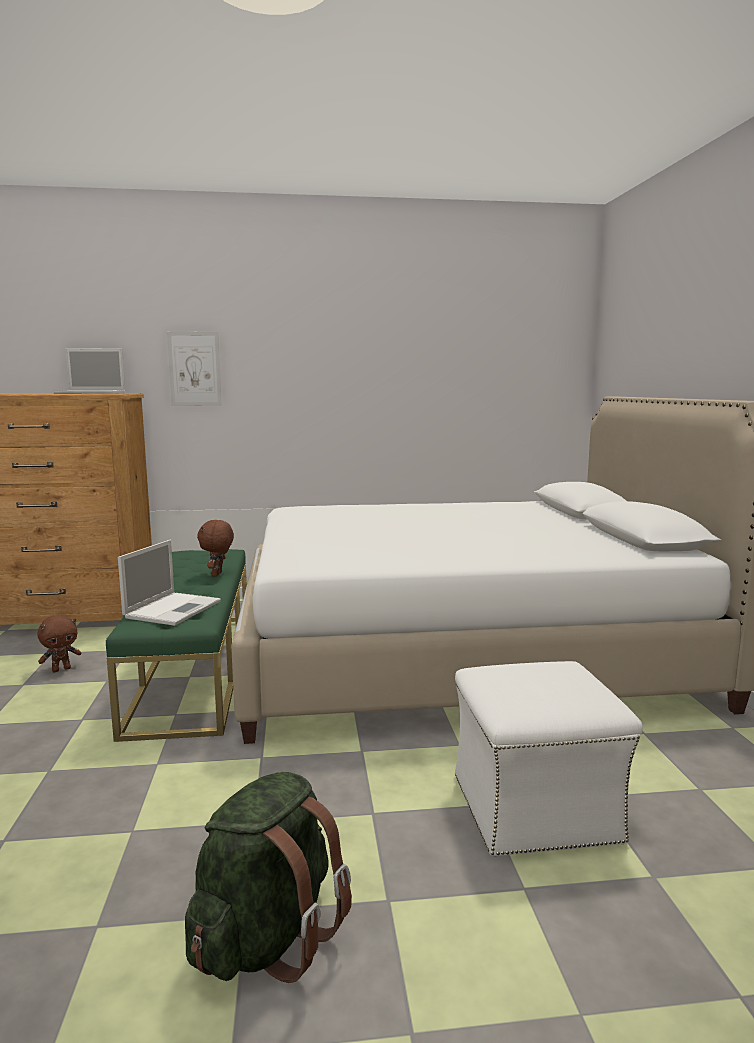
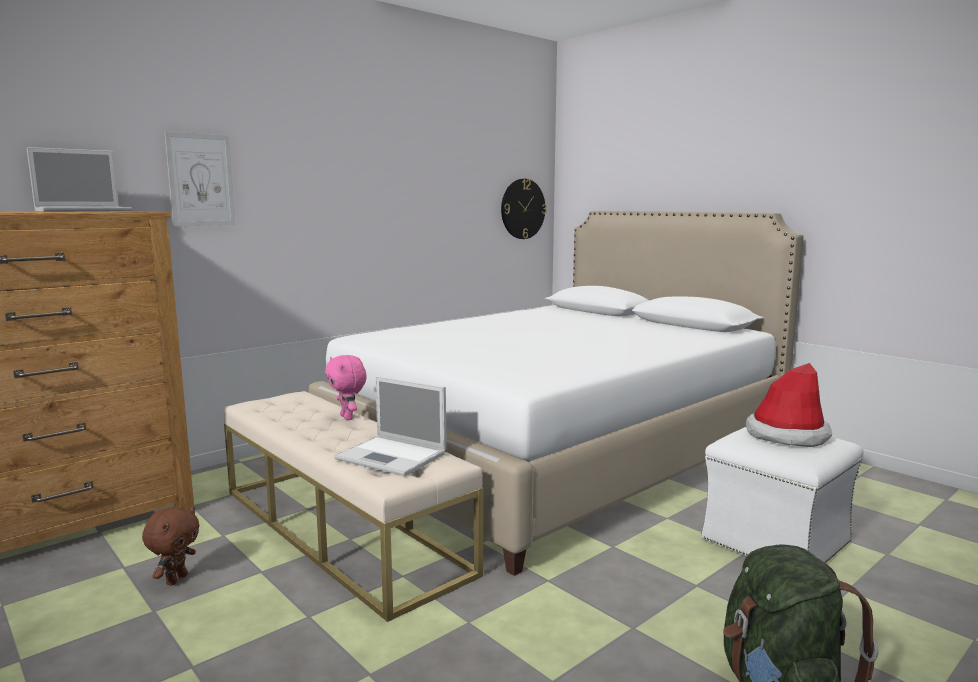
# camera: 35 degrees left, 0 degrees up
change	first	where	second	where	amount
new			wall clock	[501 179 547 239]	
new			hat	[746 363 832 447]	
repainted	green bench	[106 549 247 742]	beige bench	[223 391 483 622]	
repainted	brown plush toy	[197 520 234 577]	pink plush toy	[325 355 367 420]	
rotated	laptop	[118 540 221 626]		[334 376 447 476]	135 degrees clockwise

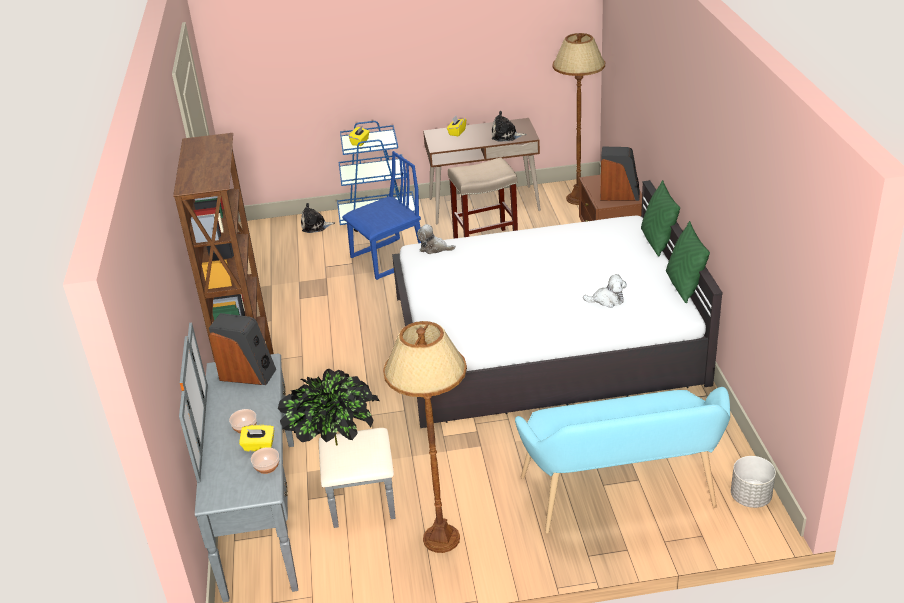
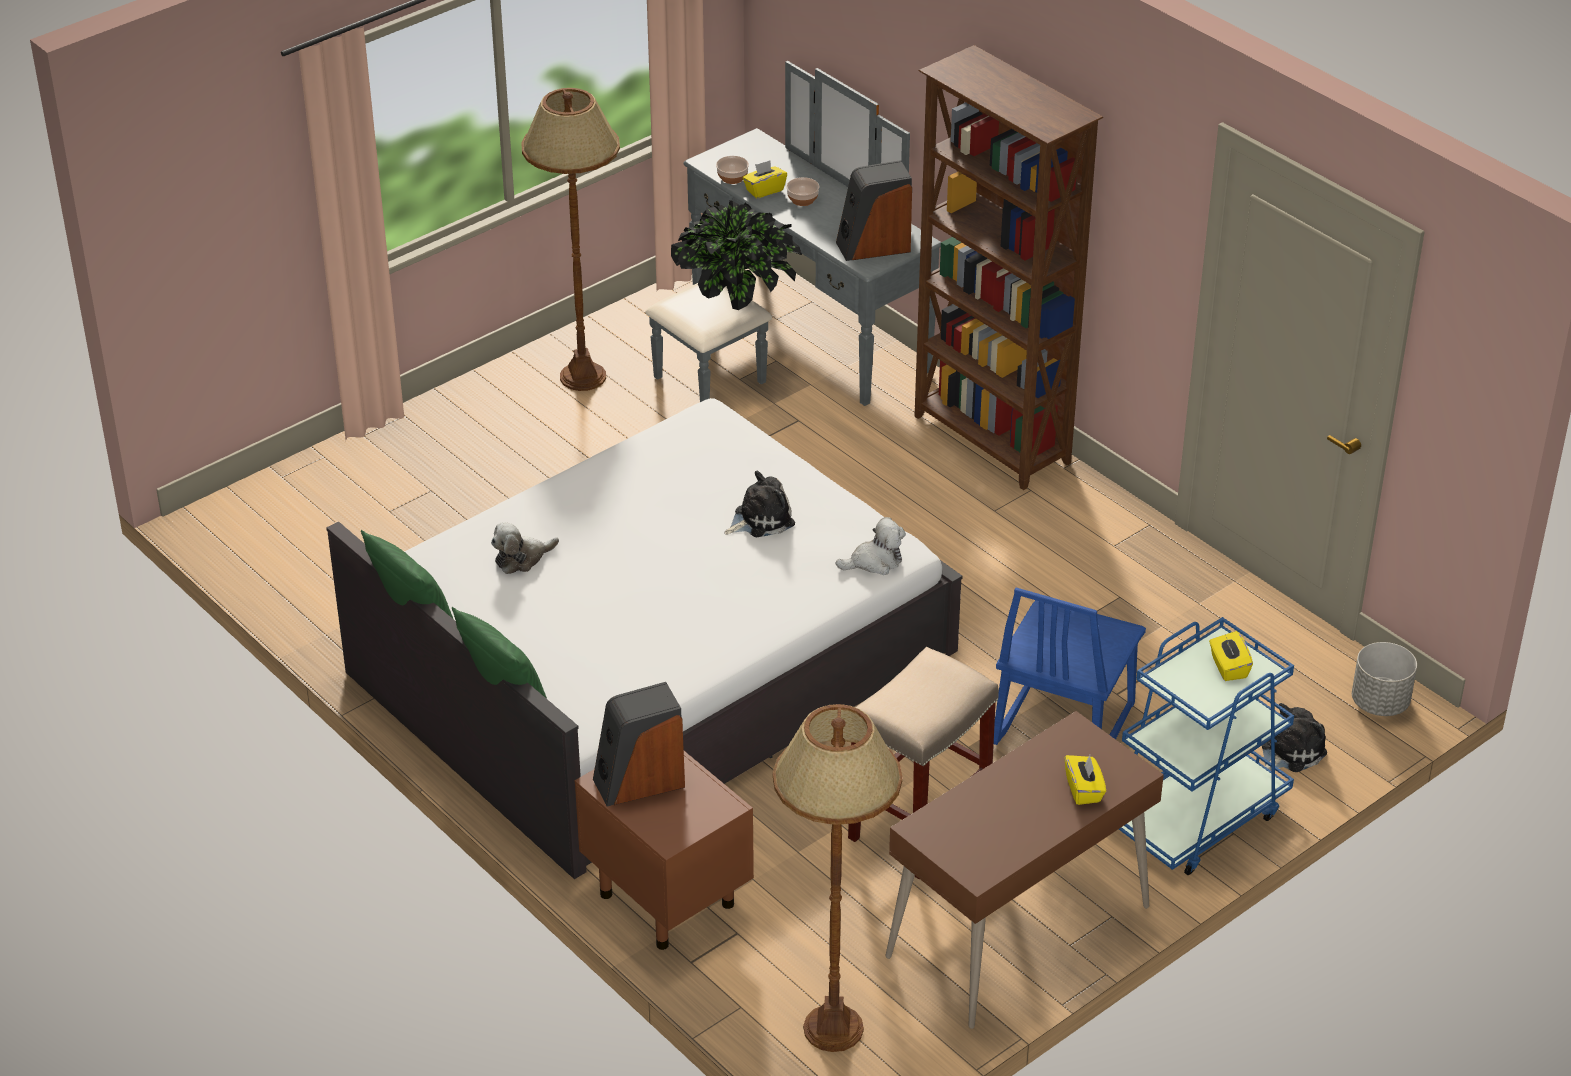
# camera: 145 degrees right, 5 degrees up
change	first	where	second	where	amount
gone	turquoise bench	[515 387 730 534]			
shifted	plush toy	[492 111 527 141]		[725 471 795 537]	
shifted	grey planter	[731 456 776 508]		[1352 642 1417 716]	

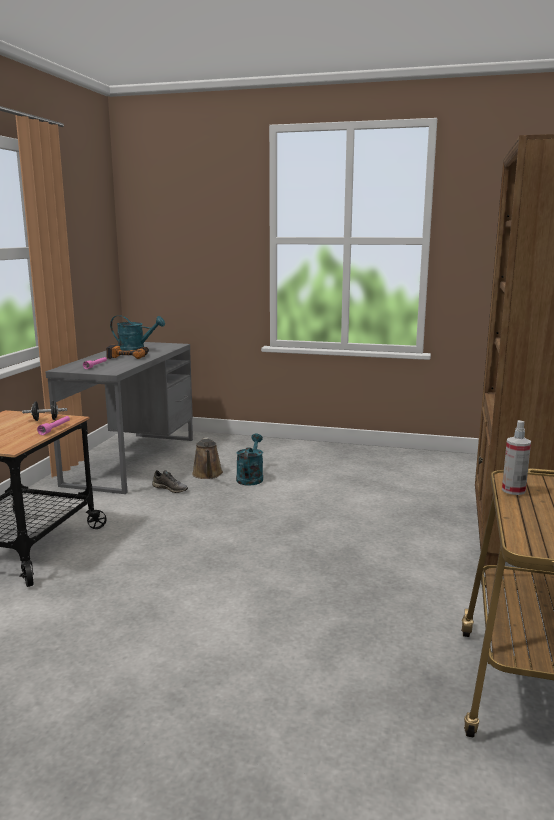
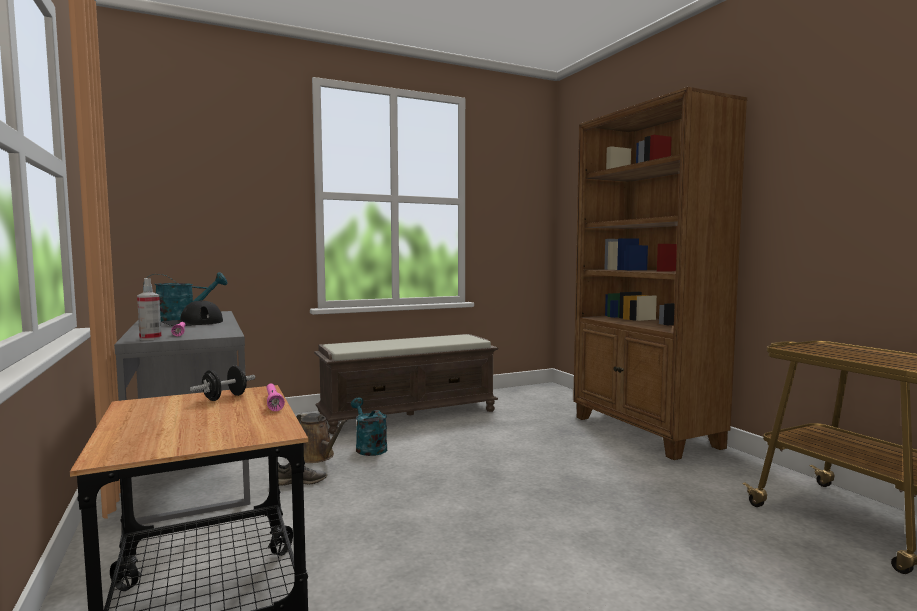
# camera: 40 degrees left, 10 degrees down
change	first	where	second	where	amount
new			brown bench	[314 334 499 434]	
shifted	spray bottle	[502 420 531 495]		[137 278 162 341]	
swapped	power drill	[106 345 149 359]	black cap	[161 300 223 326]	

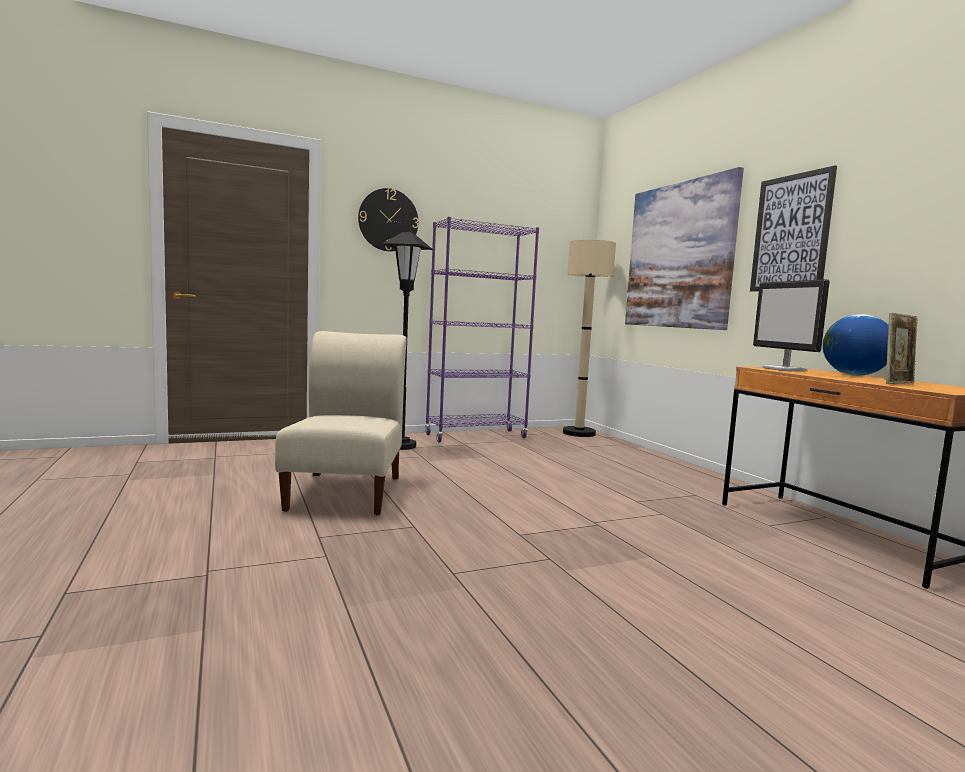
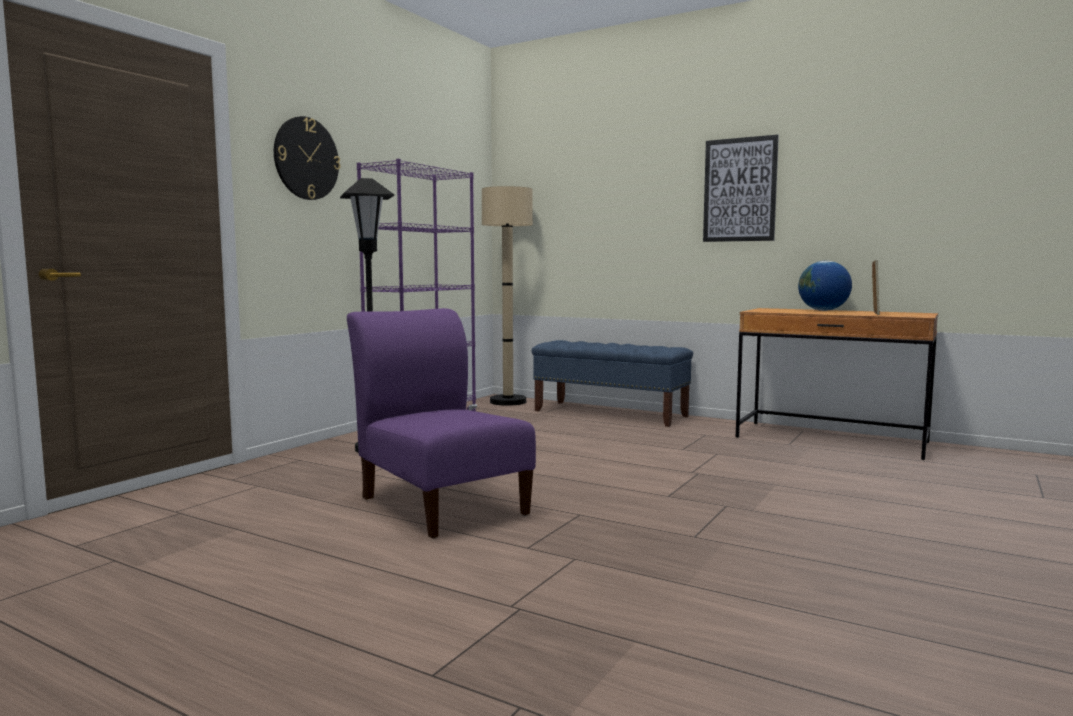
# camera: 35 degrees left, 0 degrees up
change	first	where	second	where	amount
gone	picture	[625 167 744 330]			
gone	monitor	[753 279 830 372]			
new			blue bench	[532 340 693 427]	
repainted	beige chair	[275 331 407 515]	purple chair	[347 308 536 538]	

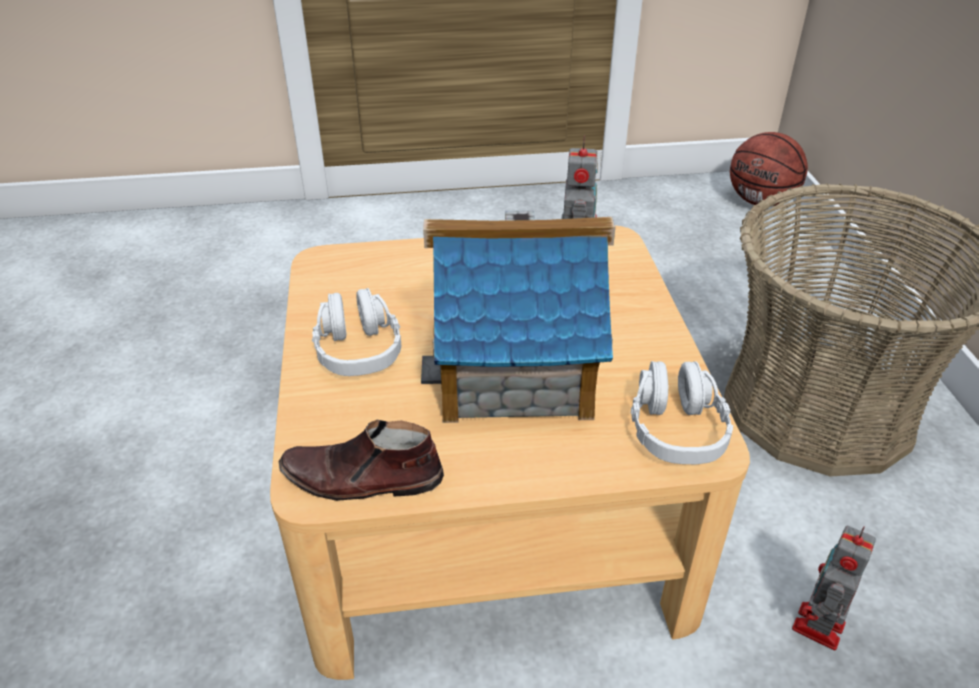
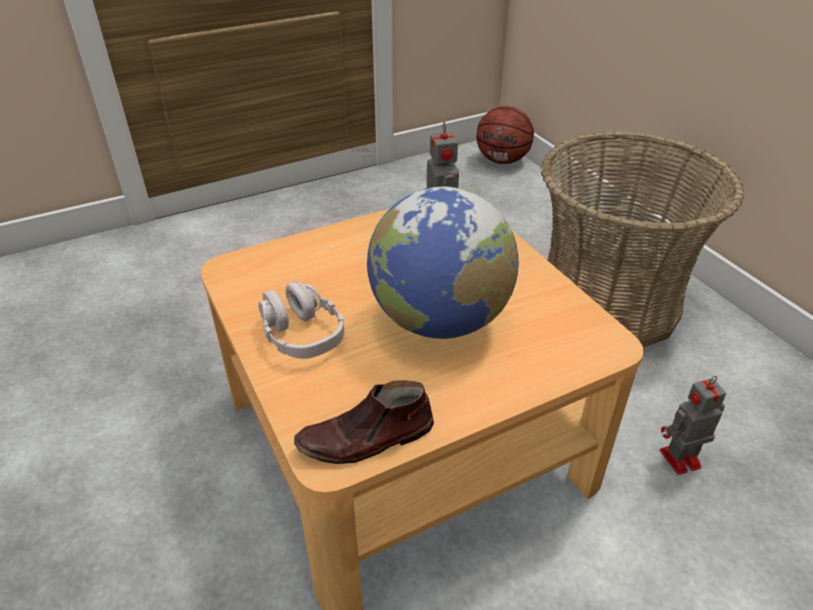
# camera: 20 degrees left, 0 degrees up
change	first	where	second	where	amount
gone	grey headphones	[631 361 733 464]			
swapped	toy house	[421 210 615 423]	globe	[367 186 519 339]	
rotated	toy robot	[792 526 876 650]		[660 376 726 475]	60 degrees clockwise

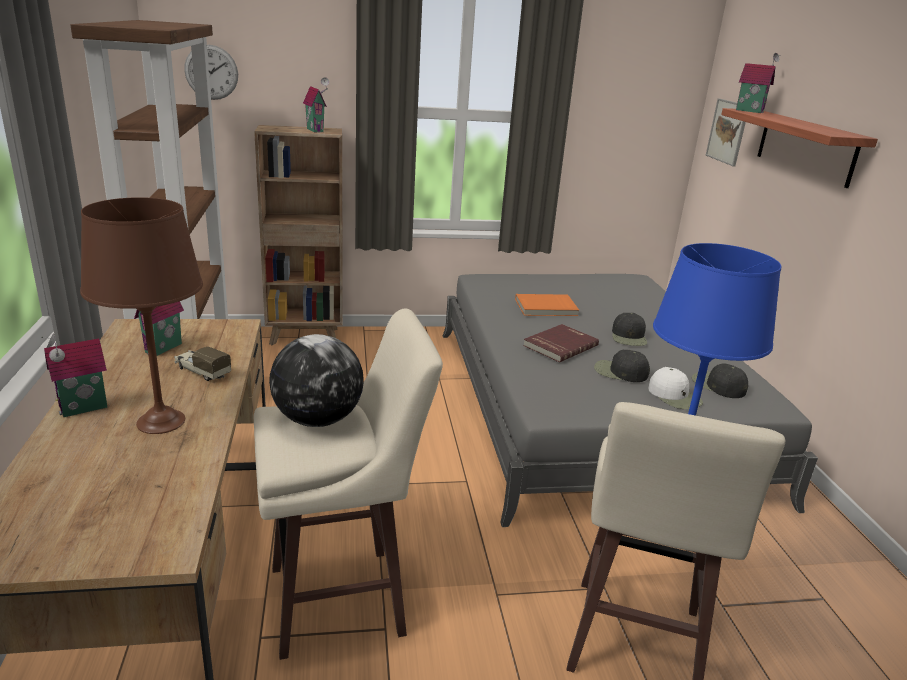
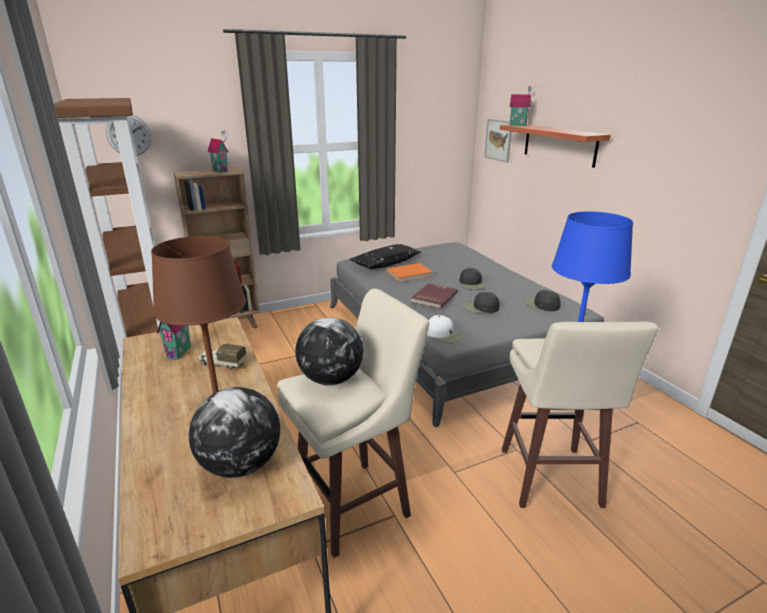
# camera: 15 degrees left, 0 degrees up
change	first	where	second	where	amount
gone	toy house	[41 333 107 417]			
new			globe	[189 387 280 478]	
new			black pillow	[349 244 421 269]	
shifted	white cap	[648 367 703 409]		[427 315 464 343]	

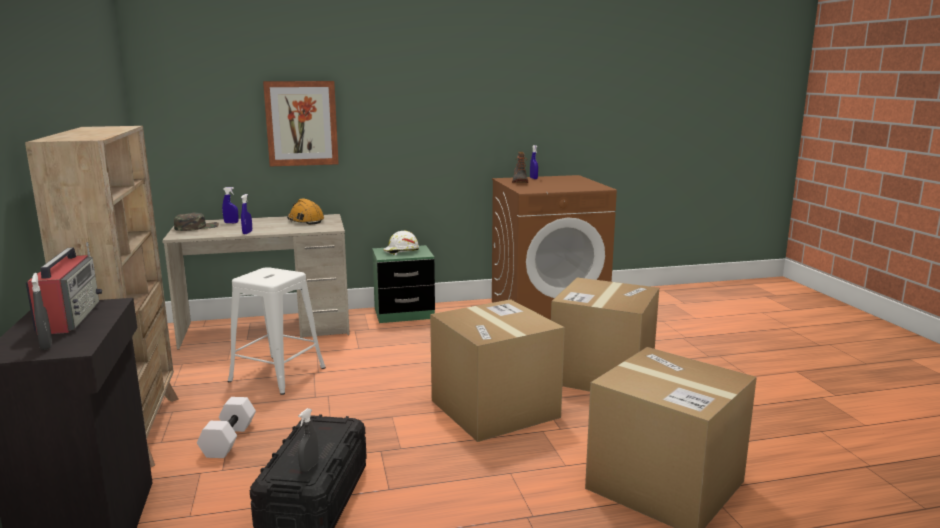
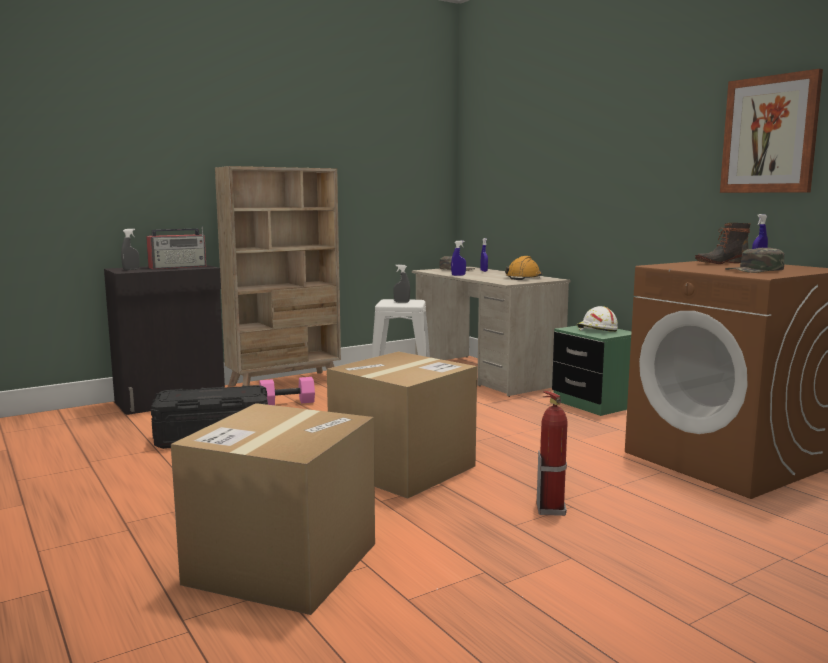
# camera: 70 degrees right, 5 degrees down
change	first	where	second	where	amount
new			green cap	[725 248 784 273]	
shifted	picture	[263 81 339 166]		[720 69 823 193]	
shifted	grey spray bottle	[298 408 319 472]		[393 265 410 303]	
swapped	cardboard box	[551 277 659 392]	fire extinguisher	[537 391 568 516]	
repainted	white dumbbell	[197 397 256 458]	pink dumbbell	[260 377 315 405]	

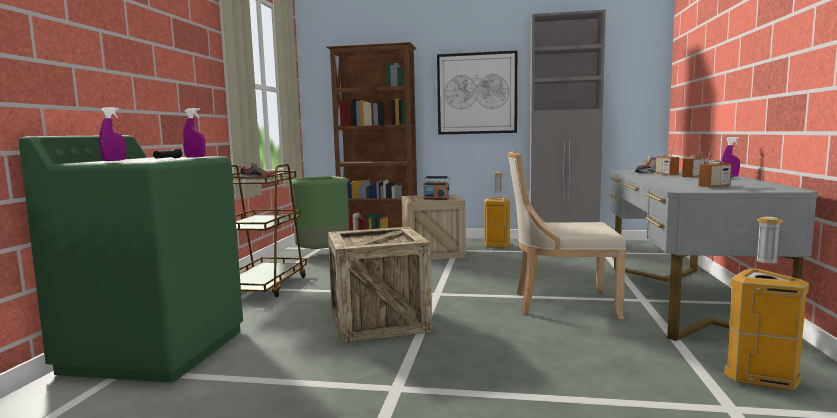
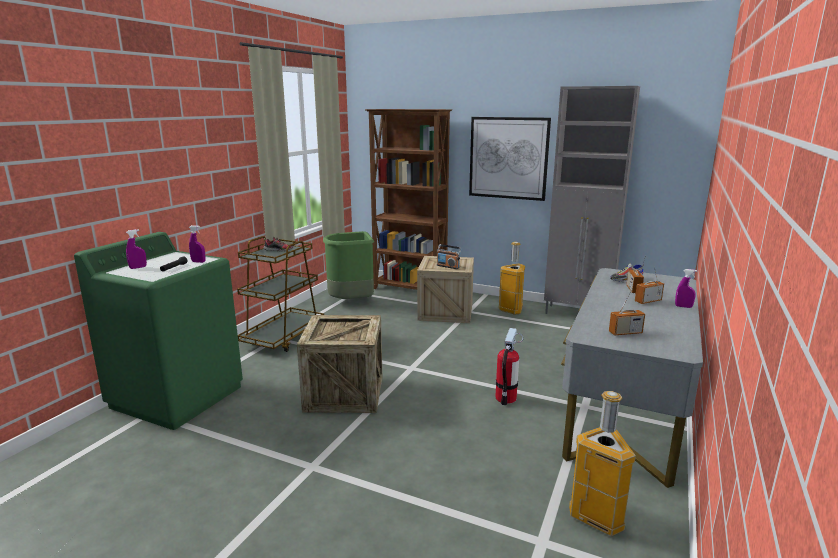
# camera: 15 degrees right, 10 degrees up
change	first	where	second	where	amount
swapped	beige chair	[508 151 626 319]	fire extinguisher	[495 328 523 405]	

